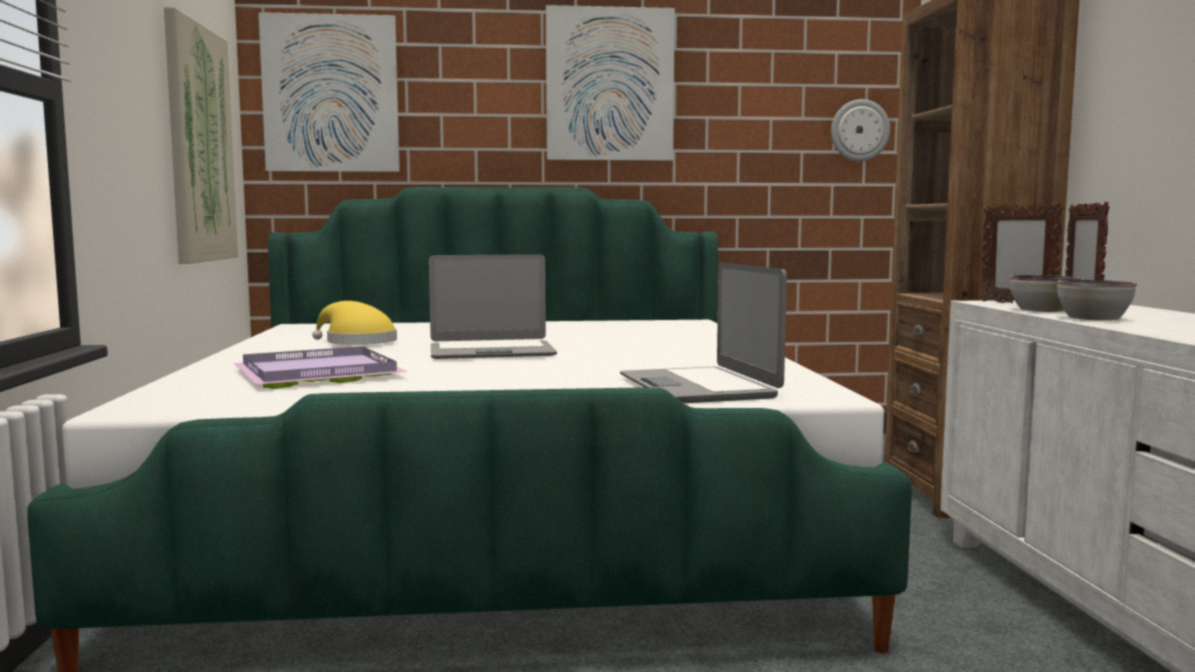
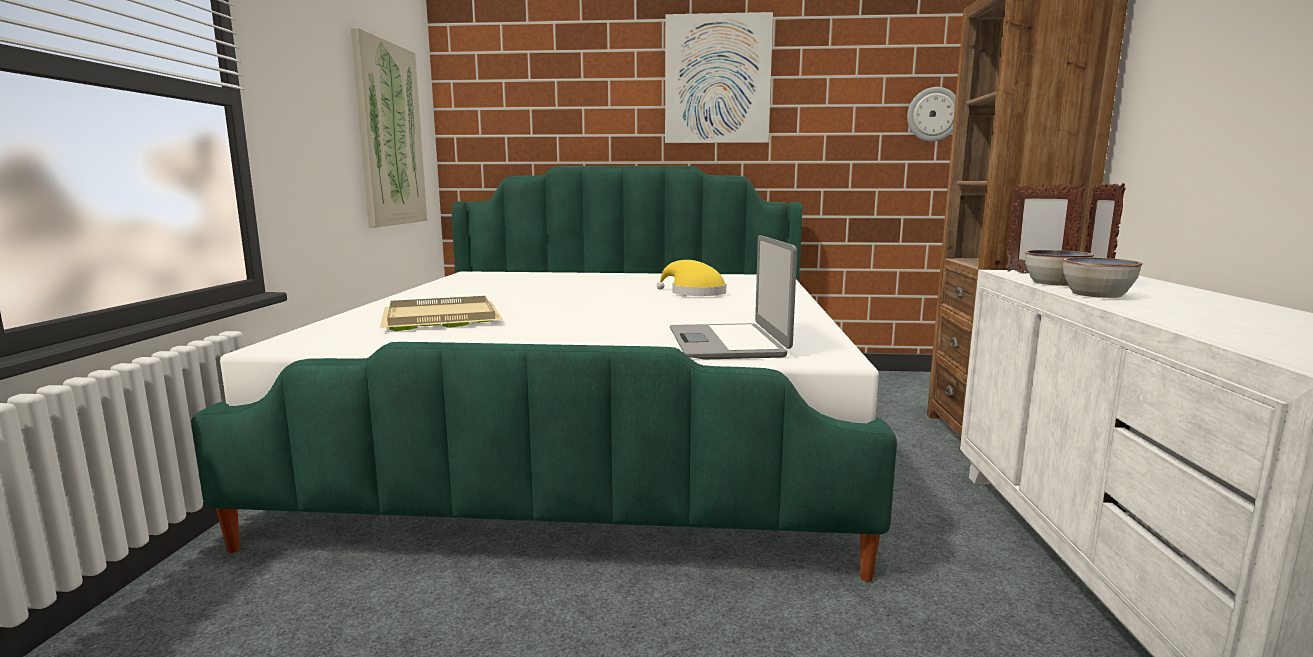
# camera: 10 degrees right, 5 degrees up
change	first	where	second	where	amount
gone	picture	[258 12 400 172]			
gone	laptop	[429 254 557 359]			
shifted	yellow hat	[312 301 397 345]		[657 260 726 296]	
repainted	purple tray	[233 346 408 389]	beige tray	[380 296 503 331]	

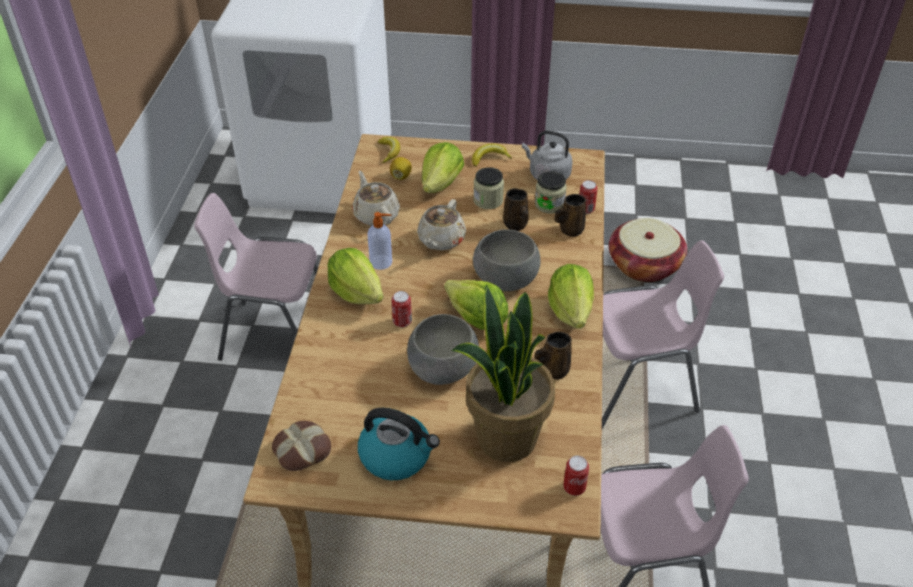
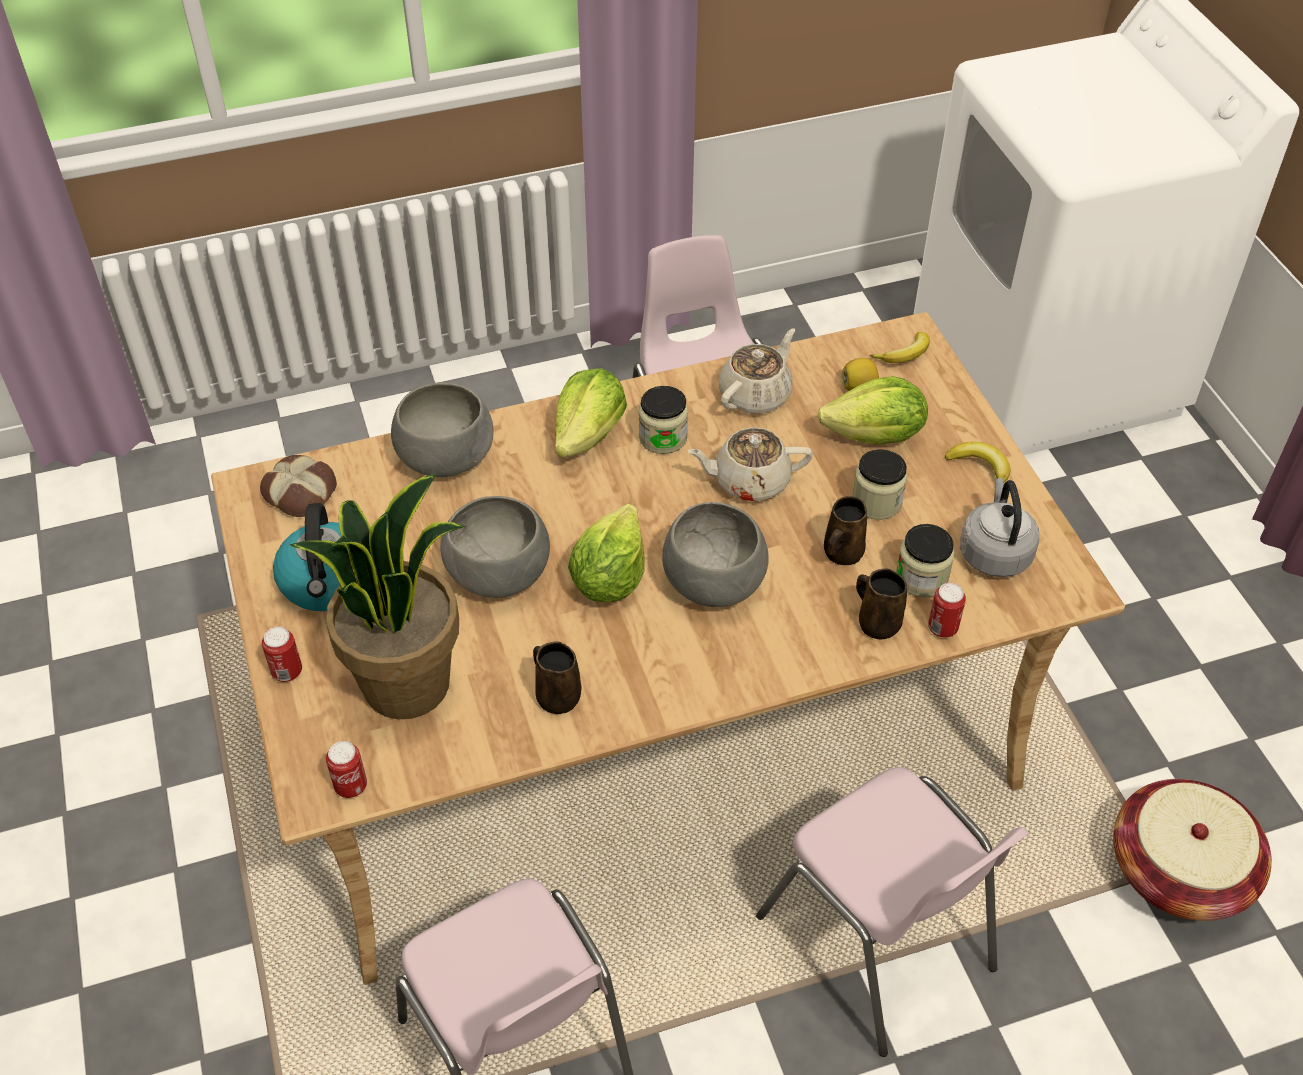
# camera: 65 degrees right, 5 degrees up
change	first	where	second	where	amount
gone	lettuce	[548 264 594 329]			
new			grey bowl	[391 382 494 477]	
shifted	can	[391 291 412 328]		[262 626 302 682]	
swapped	soap dispenser	[367 212 392 270]	jar	[639 386 688 454]	

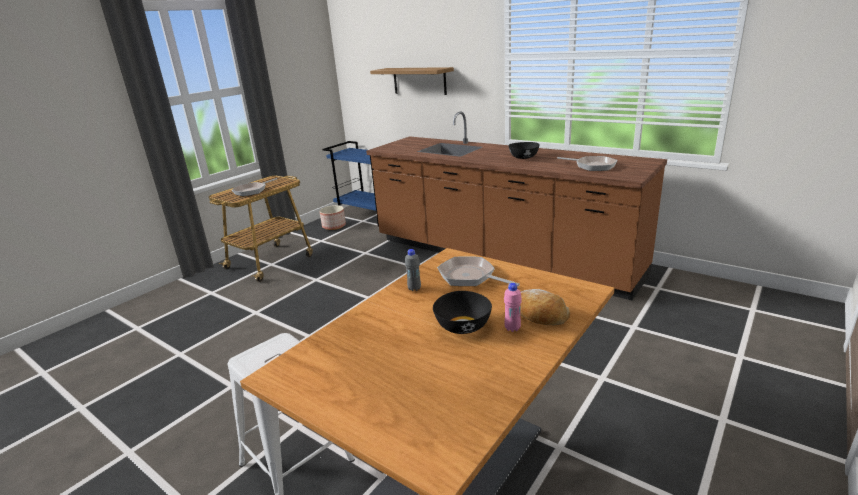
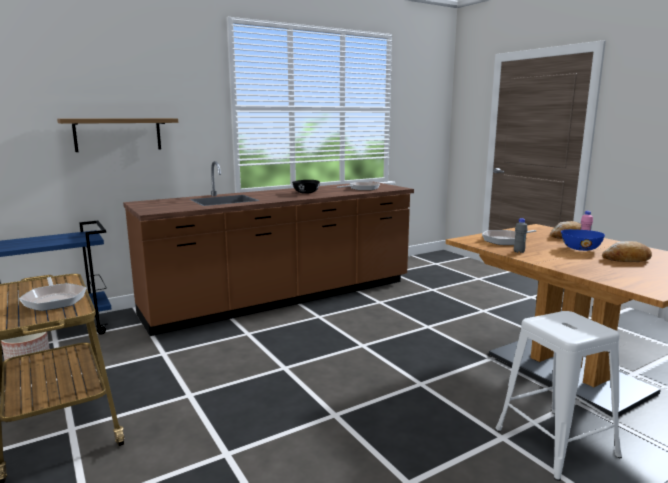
# camera: 70 degrees left, 10 degrees down
change	first	where	second	where	amount
new			bread	[602 241 652 262]	
repainted	black bowl	[433 291 492 334]	blue bowl	[561 229 605 251]	

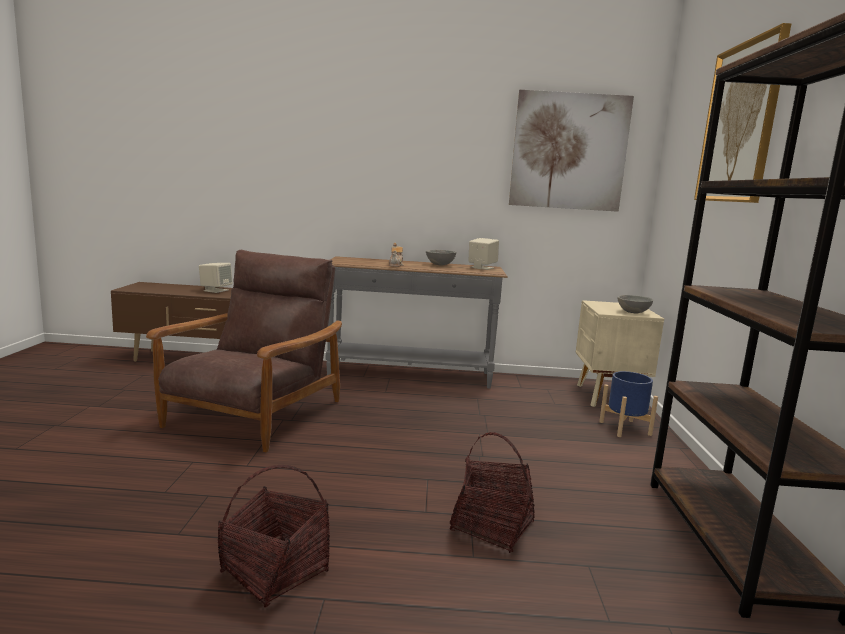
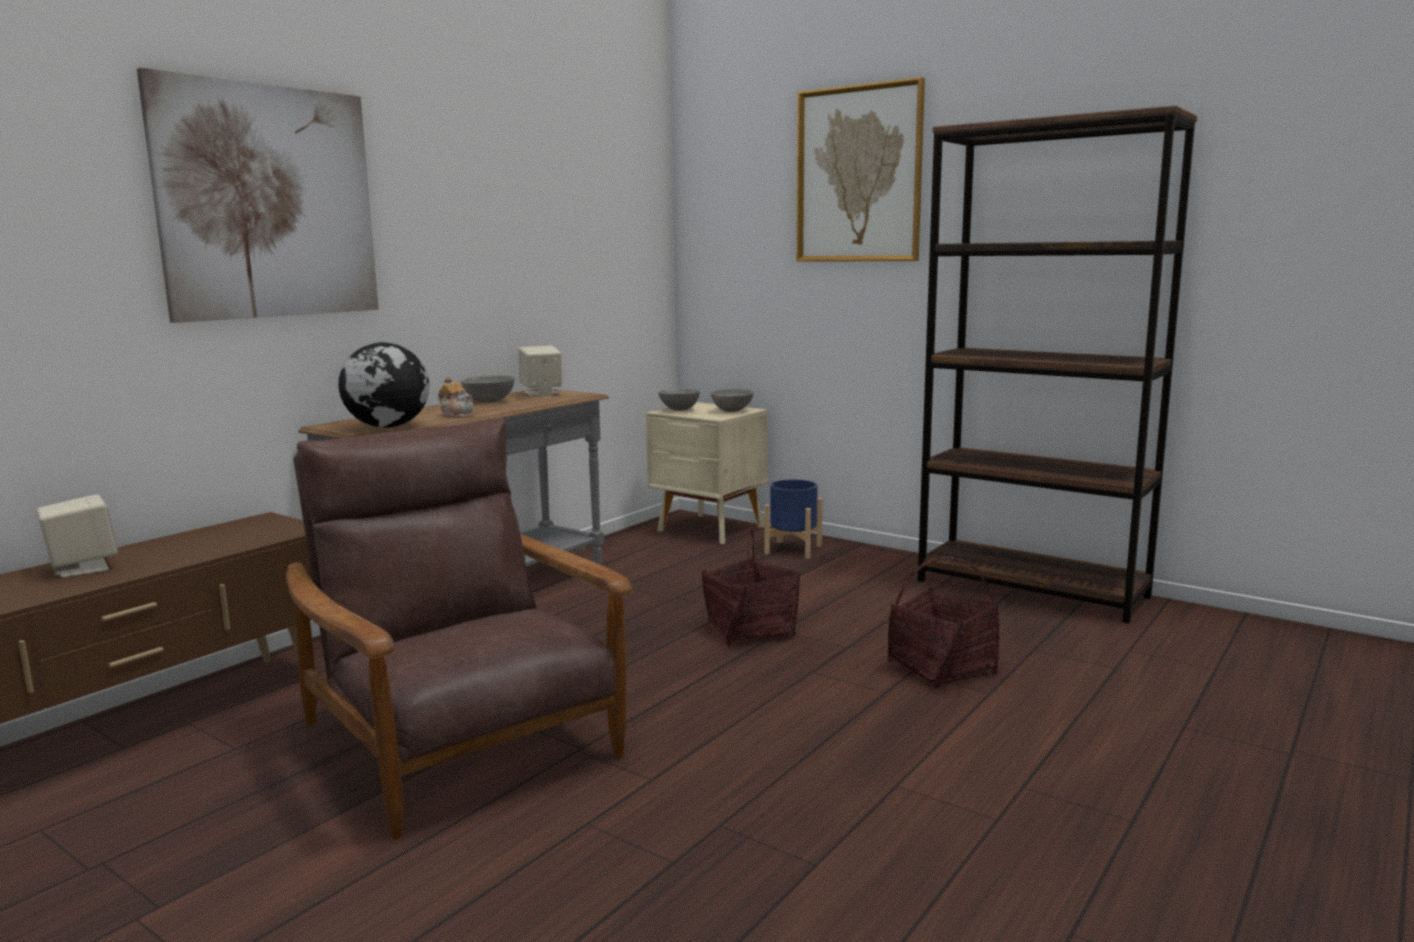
# camera: 55 degrees left, 0 degrees up
change	first	where	second	where	amount
new			globe	[339 342 429 428]	
new			grey bowl	[658 388 700 411]	
shifted	basket	[218 465 330 607]		[702 527 800 647]	
shifted	picture	[509 90 634 212]		[137 68 379 323]	

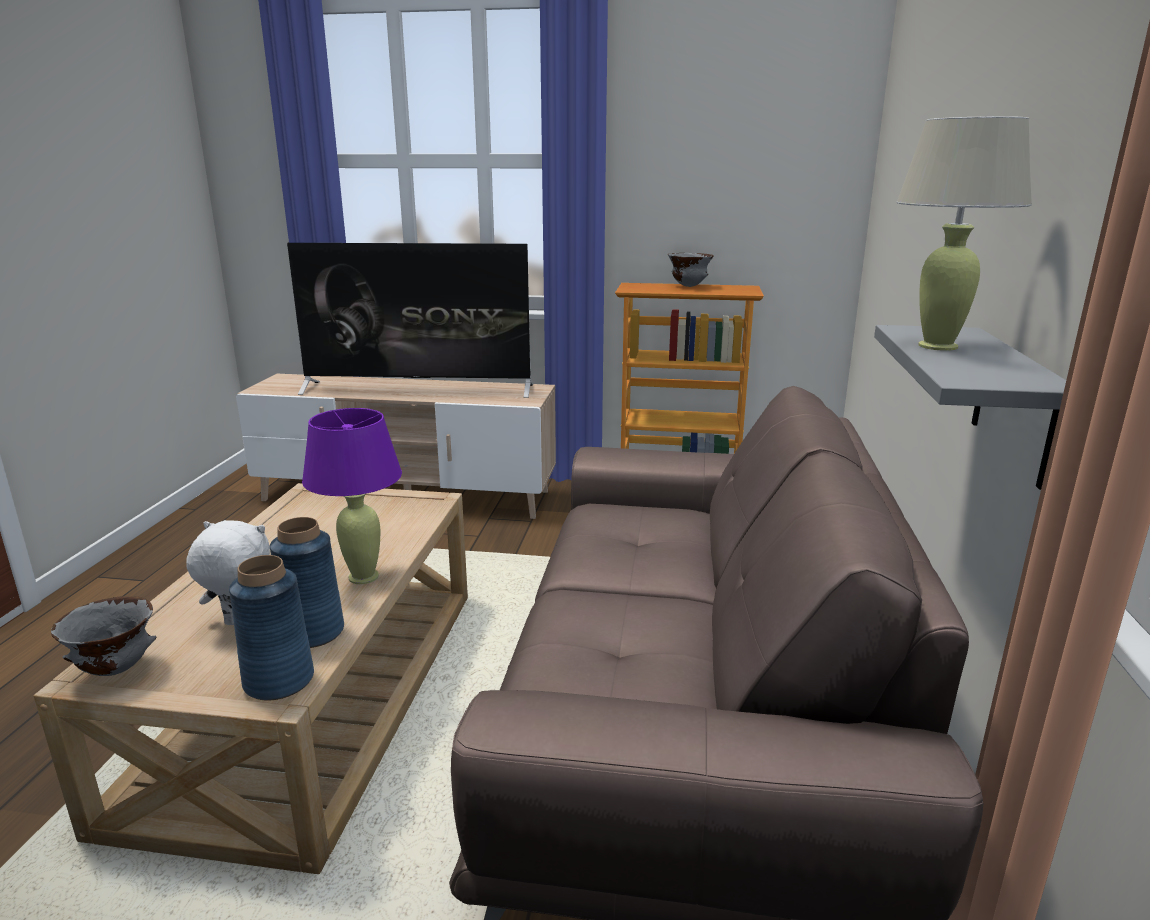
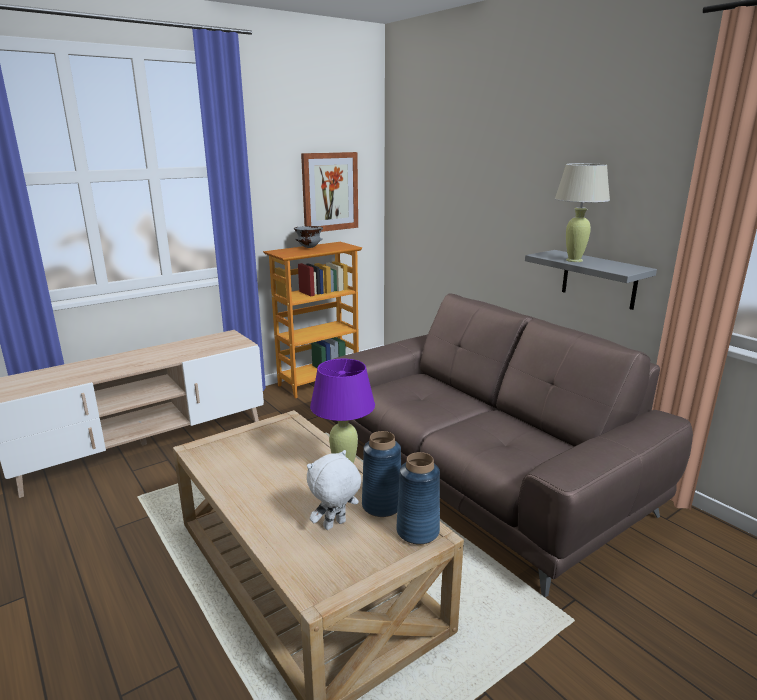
# camera: 45 degrees left, 0 degrees up
change	first	where	second	where	amount
gone	grey bowl	[51 596 156 676]			
gone	television	[287 243 533 398]			
new			picture	[301 152 358 232]	

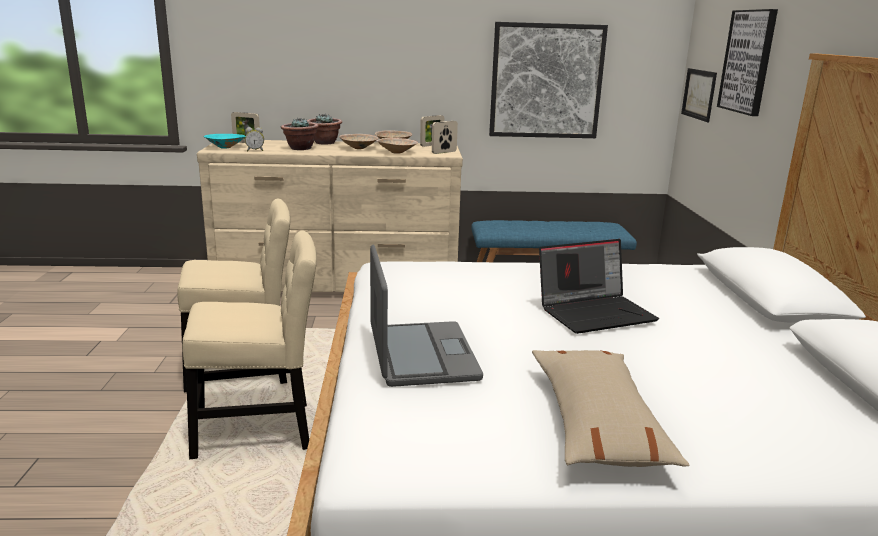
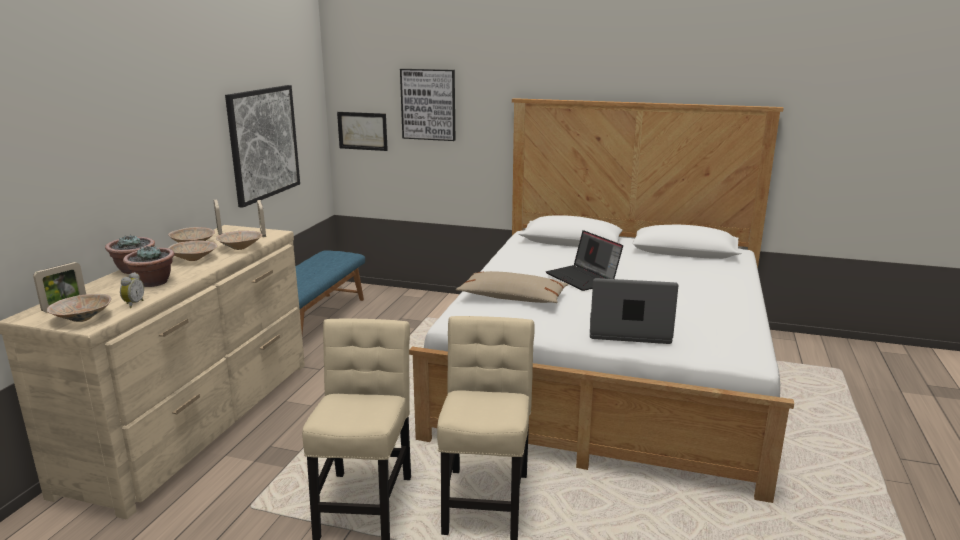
# camera: 70 degrees left, 0 degrees up
change	first	where	second	where	amount
shifted	beige pillow	[532 350 689 467]		[456 271 568 303]	
repainted	turquoise bowl	[203 134 245 149]	beige bowl	[47 294 111 322]	
rotated	laptop	[539 239 659 334]		[546 230 623 291]	150 degrees clockwise

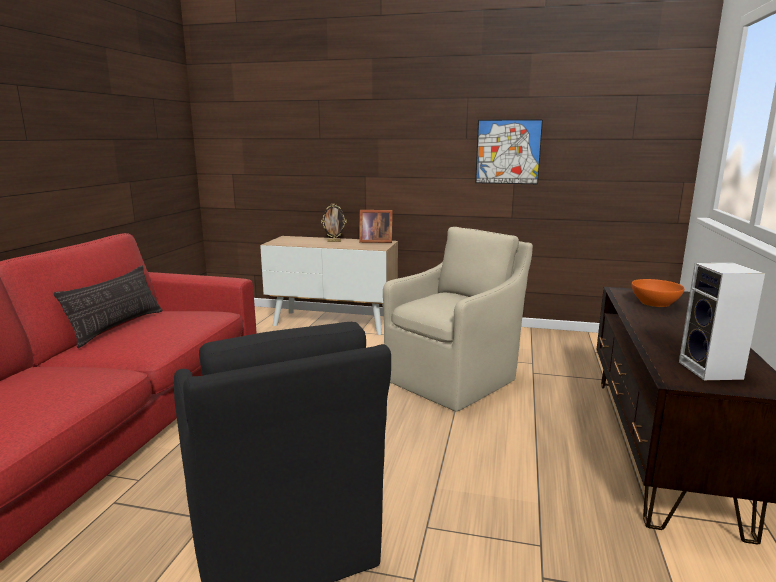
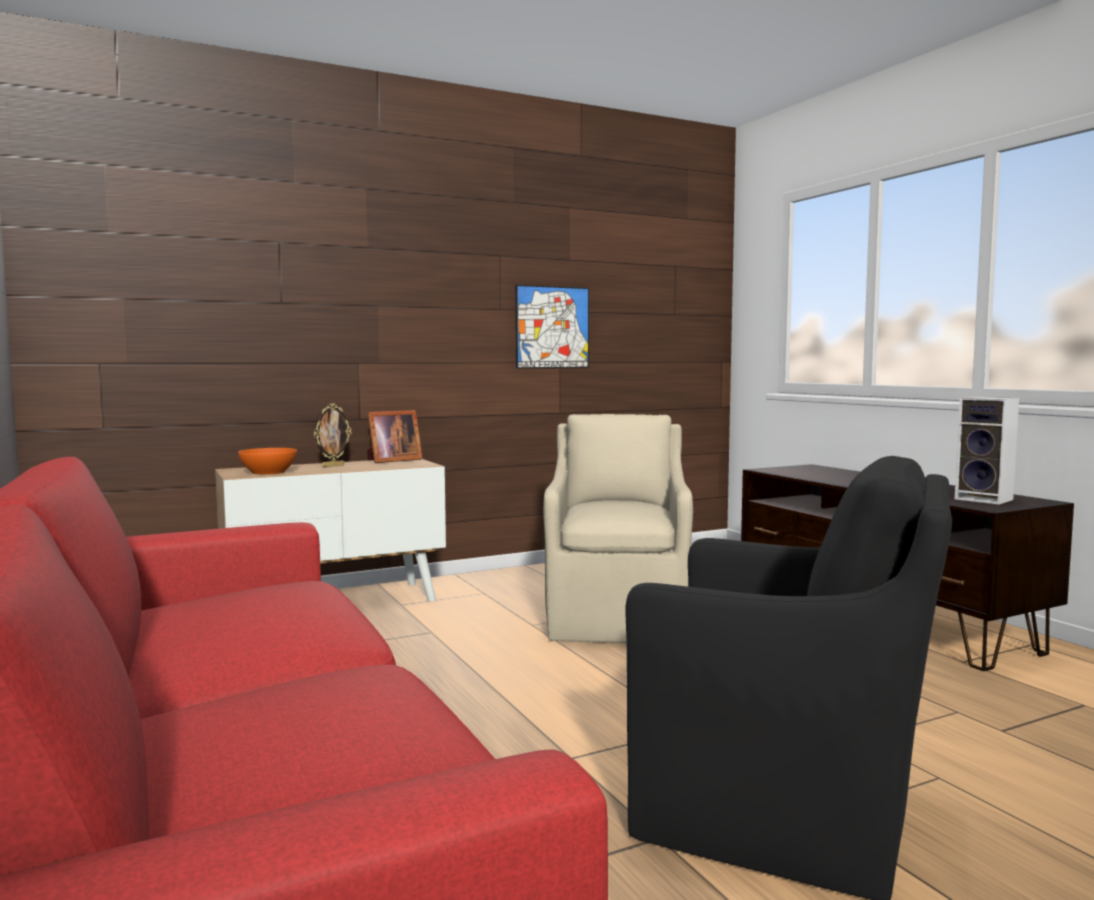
# camera: 40 degrees left, 10 degrees down
change	first	where	second	where	amount
gone	pillow	[54 265 163 348]			
shifted	orange bowl	[631 279 685 307]		[238 448 297 475]	

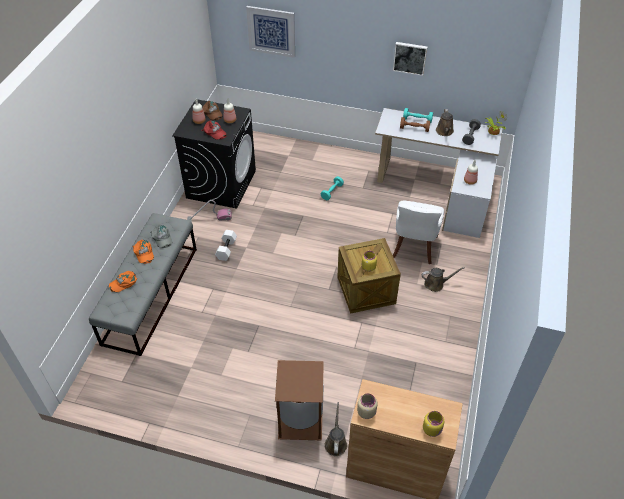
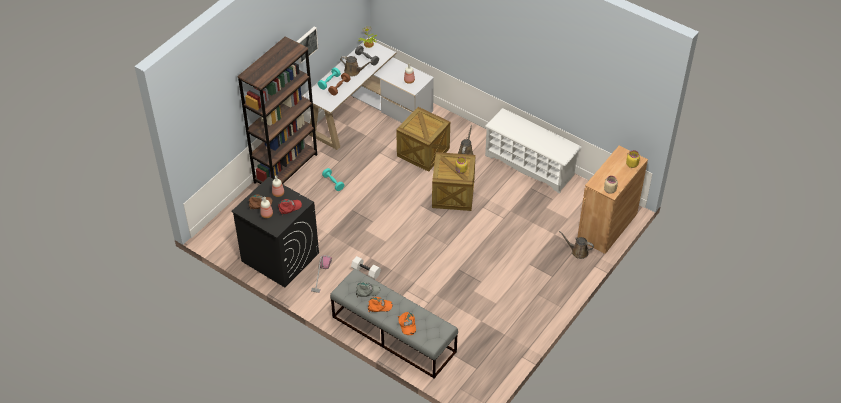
# camera: 70 degrees left, 0 degrees up
change	first	where	second	where	amount
gone	picture	[246 6 295 58]			
gone	brown trash can	[275 360 324 440]			
new			brown bookcase	[237 36 317 184]	
new			white shoe rack	[485 108 582 193]	
swapped	white chair	[393 201 444 264]	crate	[396 107 450 172]	

